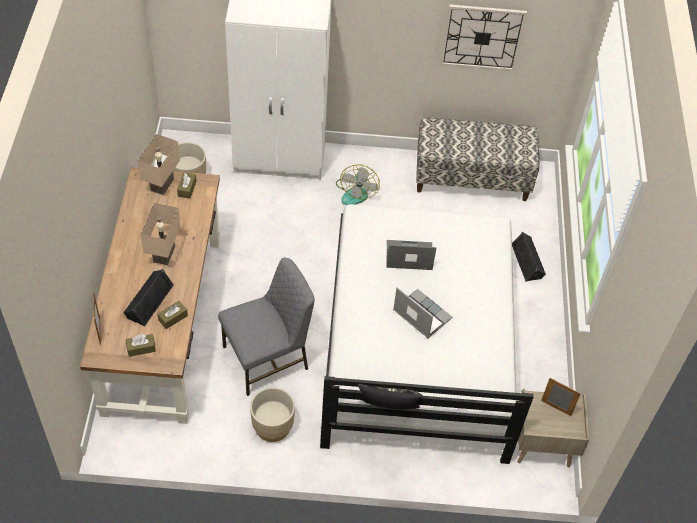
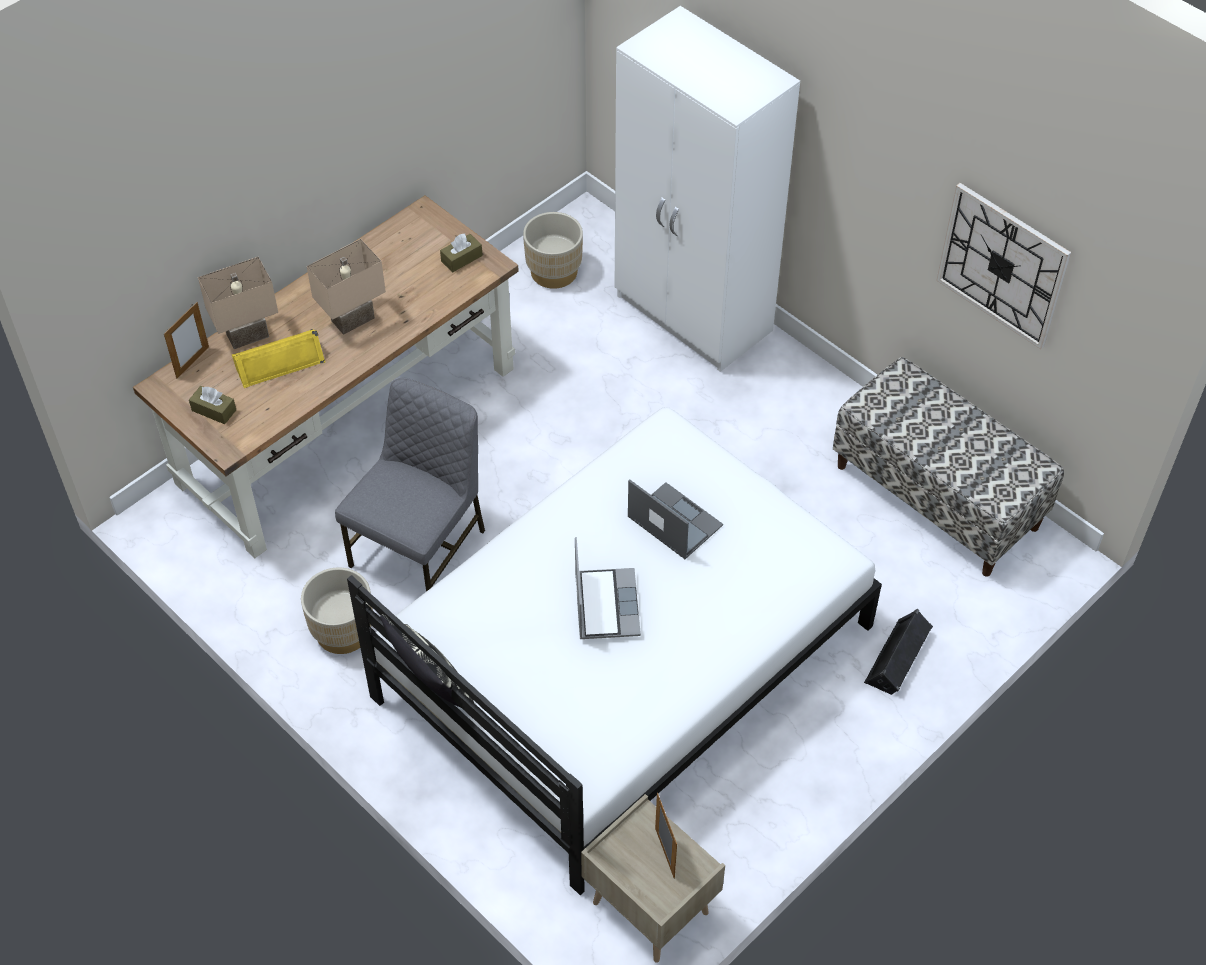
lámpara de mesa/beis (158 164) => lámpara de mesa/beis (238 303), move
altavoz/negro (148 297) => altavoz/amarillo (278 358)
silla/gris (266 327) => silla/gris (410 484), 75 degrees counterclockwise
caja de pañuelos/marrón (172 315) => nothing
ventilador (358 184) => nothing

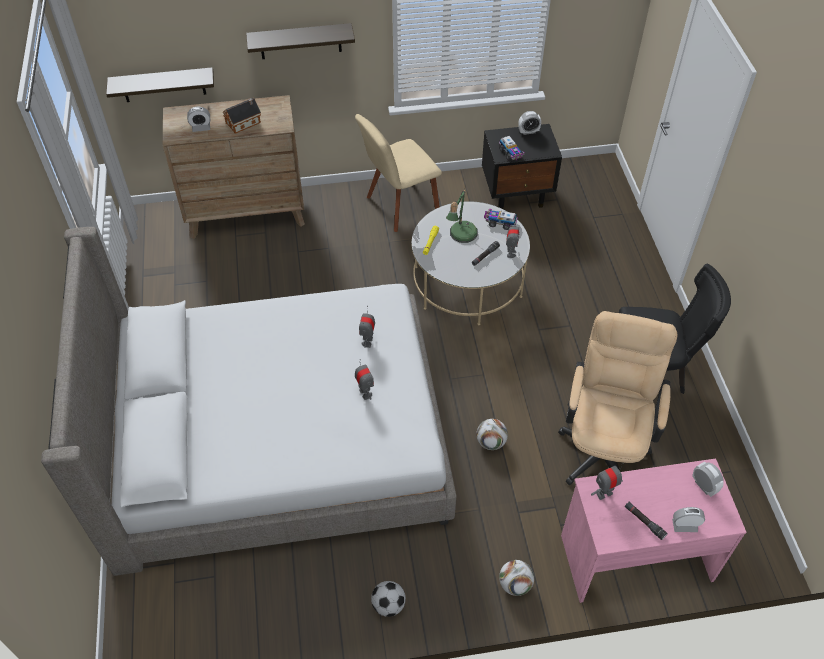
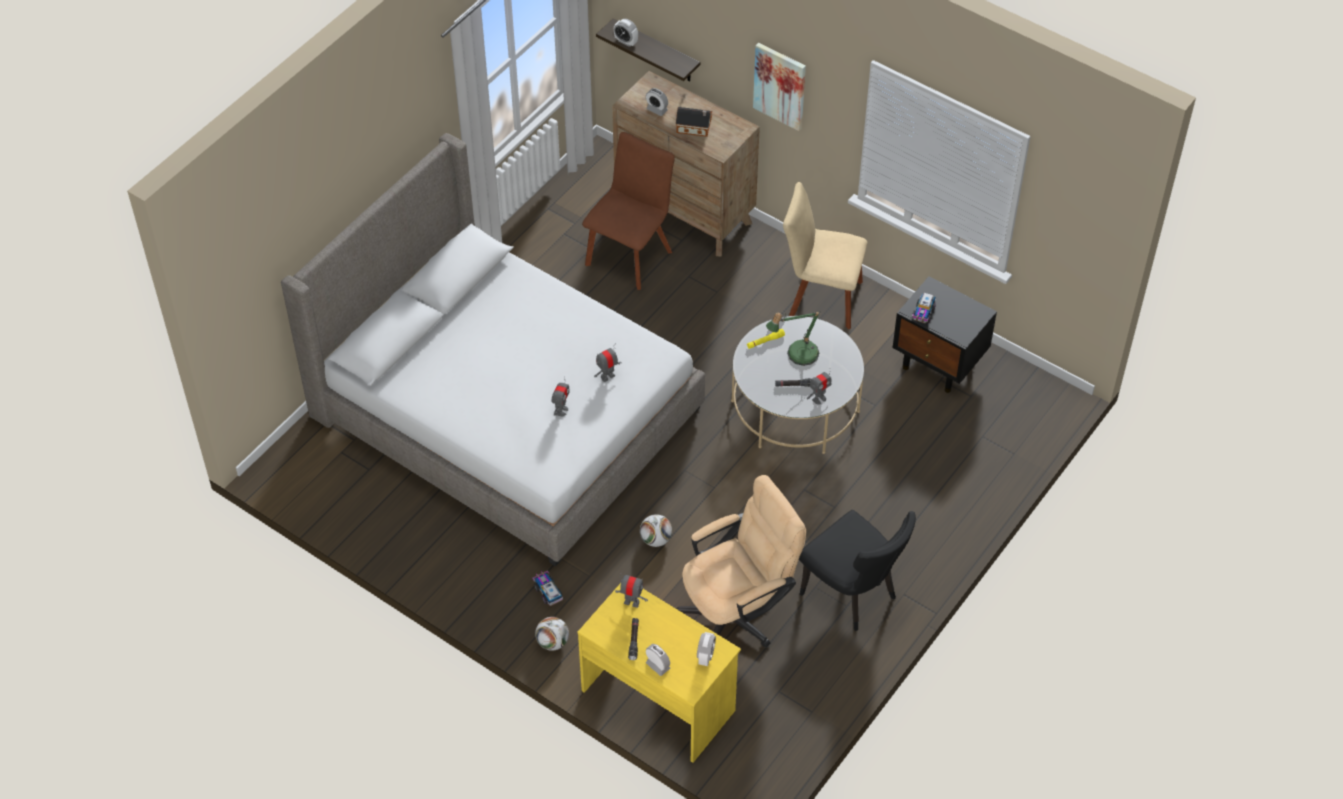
camión de juguete (501 219) => camión de juguete (547 588), move
escritorio/rosa (653 530) => escritorio/amarillo (659 673)
nothing => silla/marrón (628 211)
despertador (529 123) => despertador (626 33), move
estante (300 41) => cuadro (779 87)
balón de fútbol (388 599) => nothing

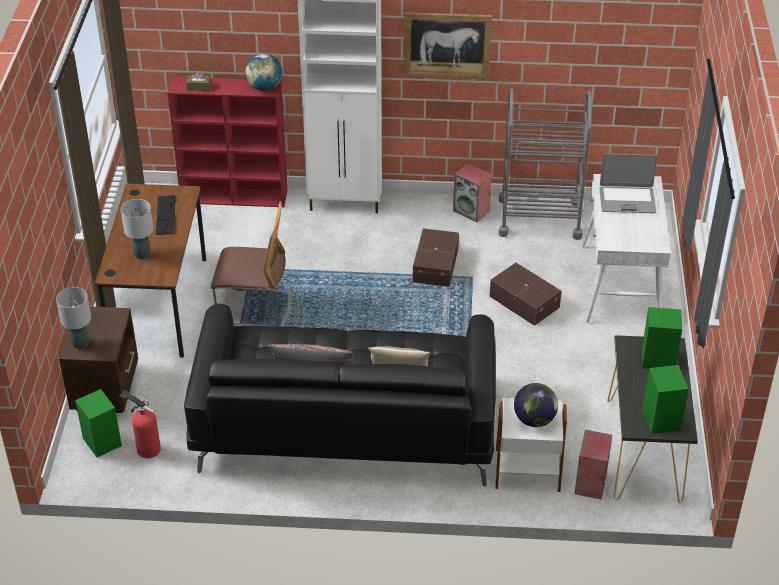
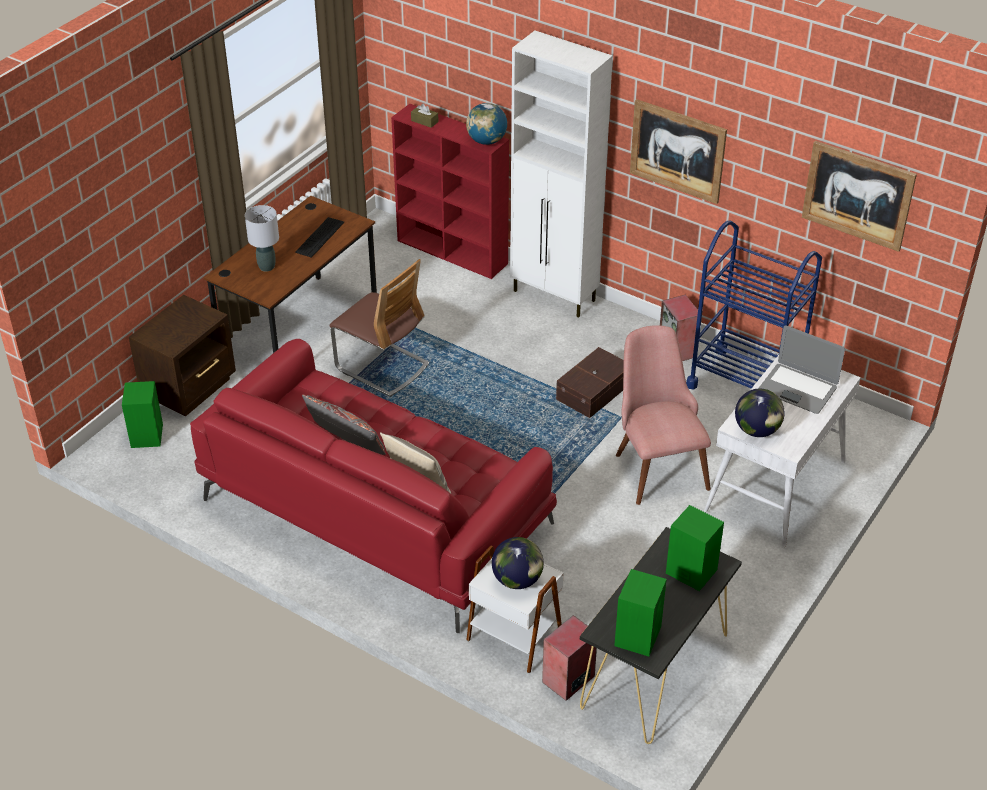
sofá/negro (340 395) => sofá/rojo (373 486)
caja de almacenaje/marrón (525 294) => silla/rosa (663 415)
carrito/gris (545 164) => carrito/azul (754 305)
nothing => globo terráqueo (760 413)
nothing => cuadro (859 196)
lámpara de mesa/gris (73 318) => nothing
extintor (140 424) => nothing

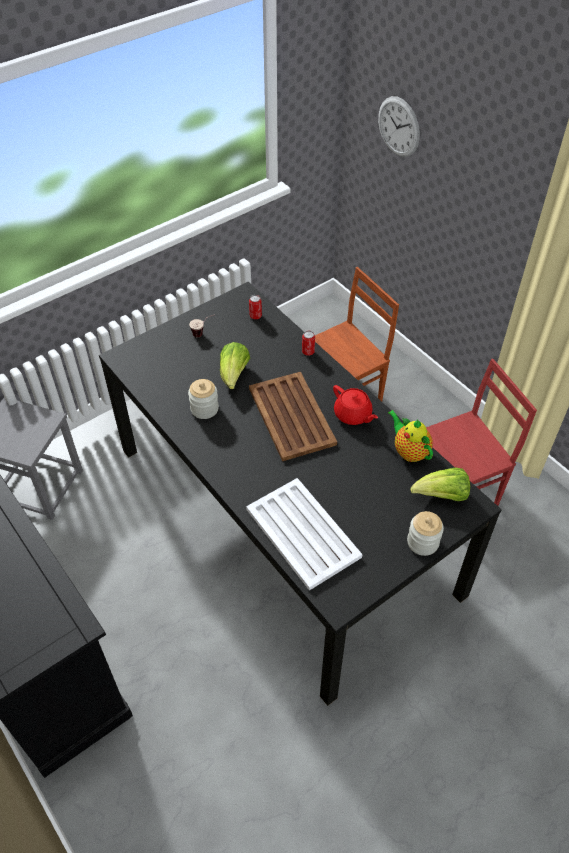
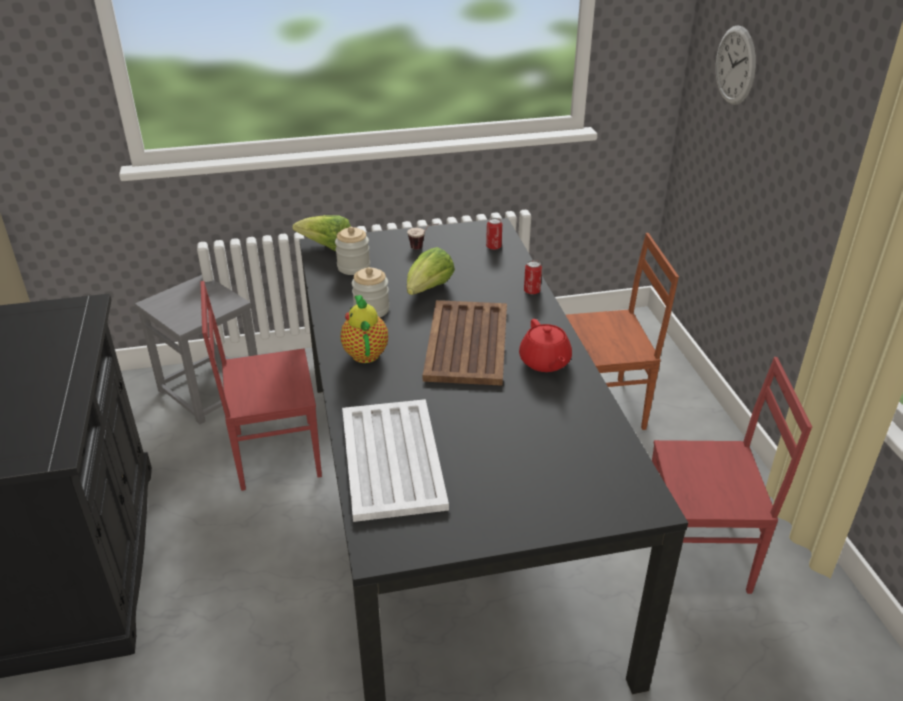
nothing => silla/rojo (261 386)
lechuga (440 484) => lechuga (321 233), move
tarro (425 533) => tarro (352 251), move
tetera (410 436) => tetera (364 329), move

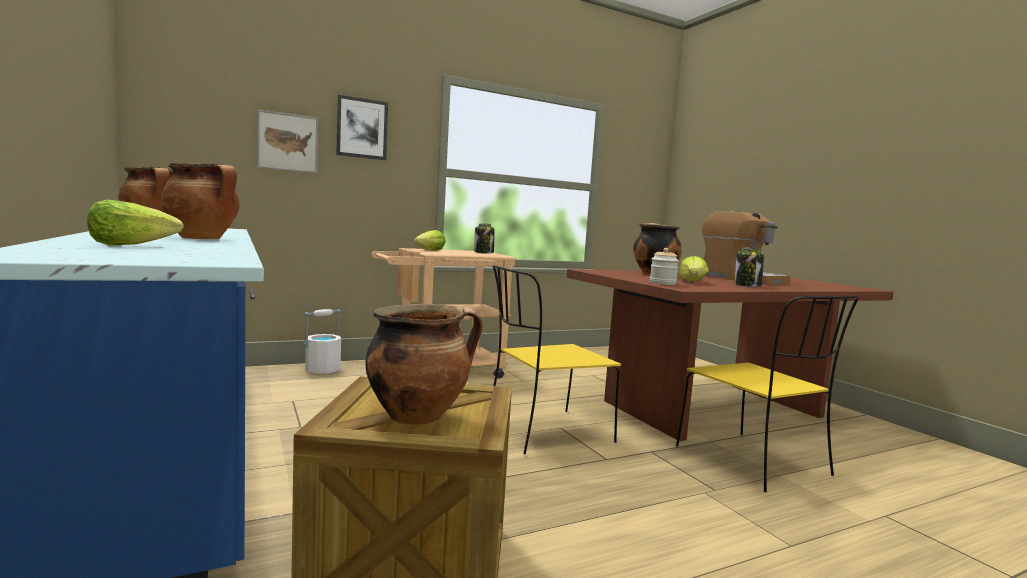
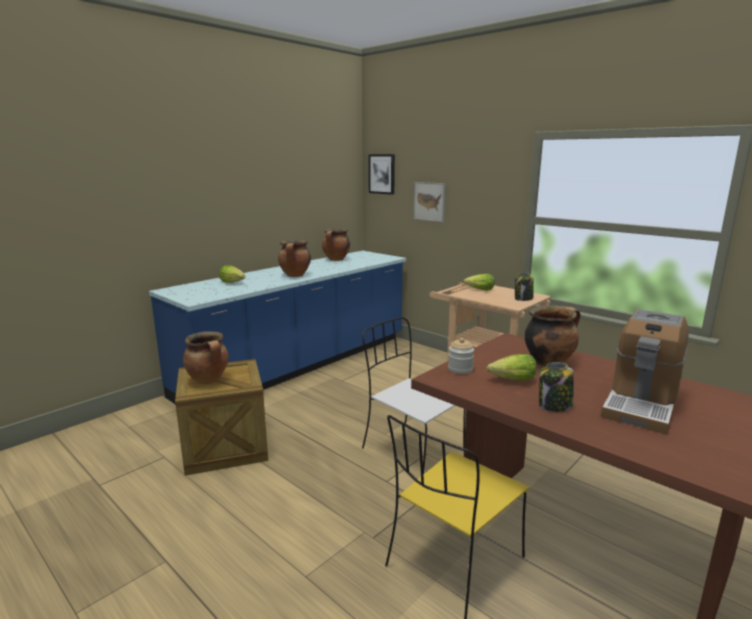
silla/amarillo (557 360) => silla/blanco (414 396)
cuadro (362 127) => cuadro (381 174), move
cubo/blanco (322 341) => nothing

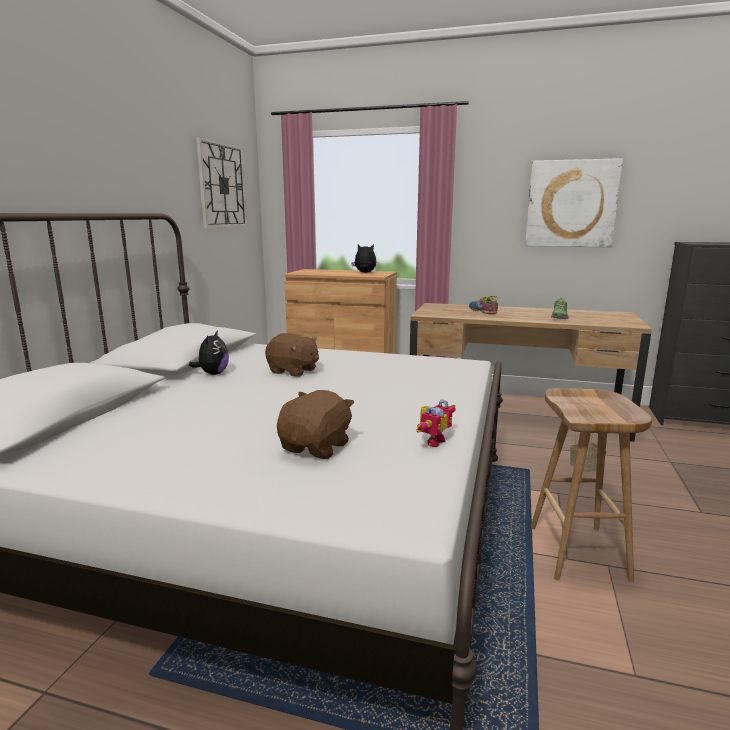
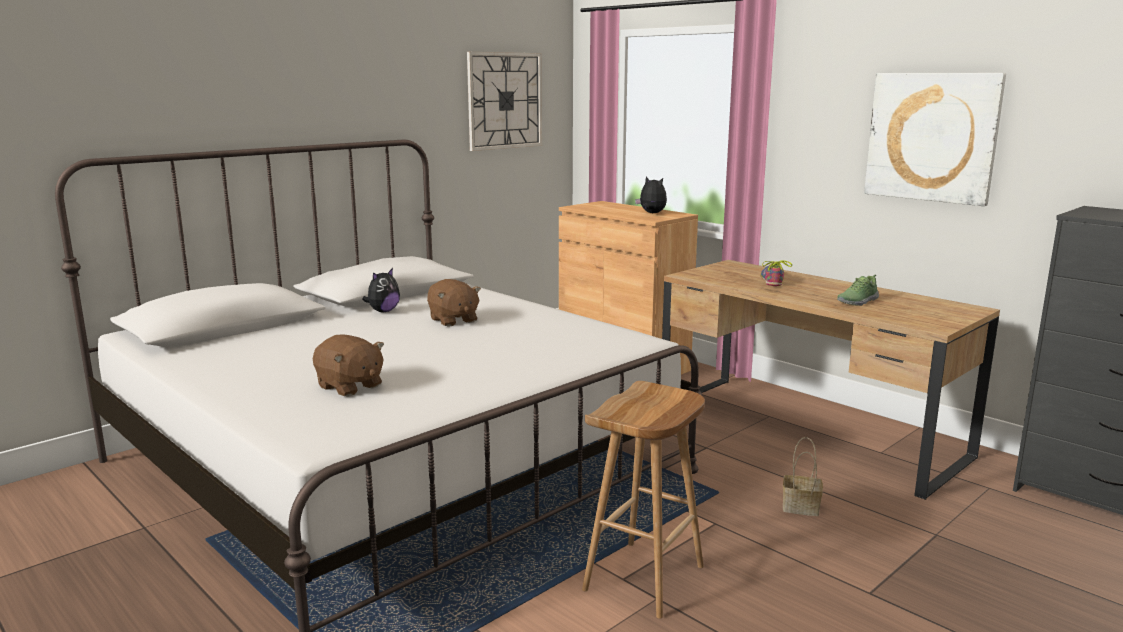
peluche/marrón (315 424) => peluche/marrón (348 365), 75 degrees clockwise
robot de juguete (436 423) => nothing

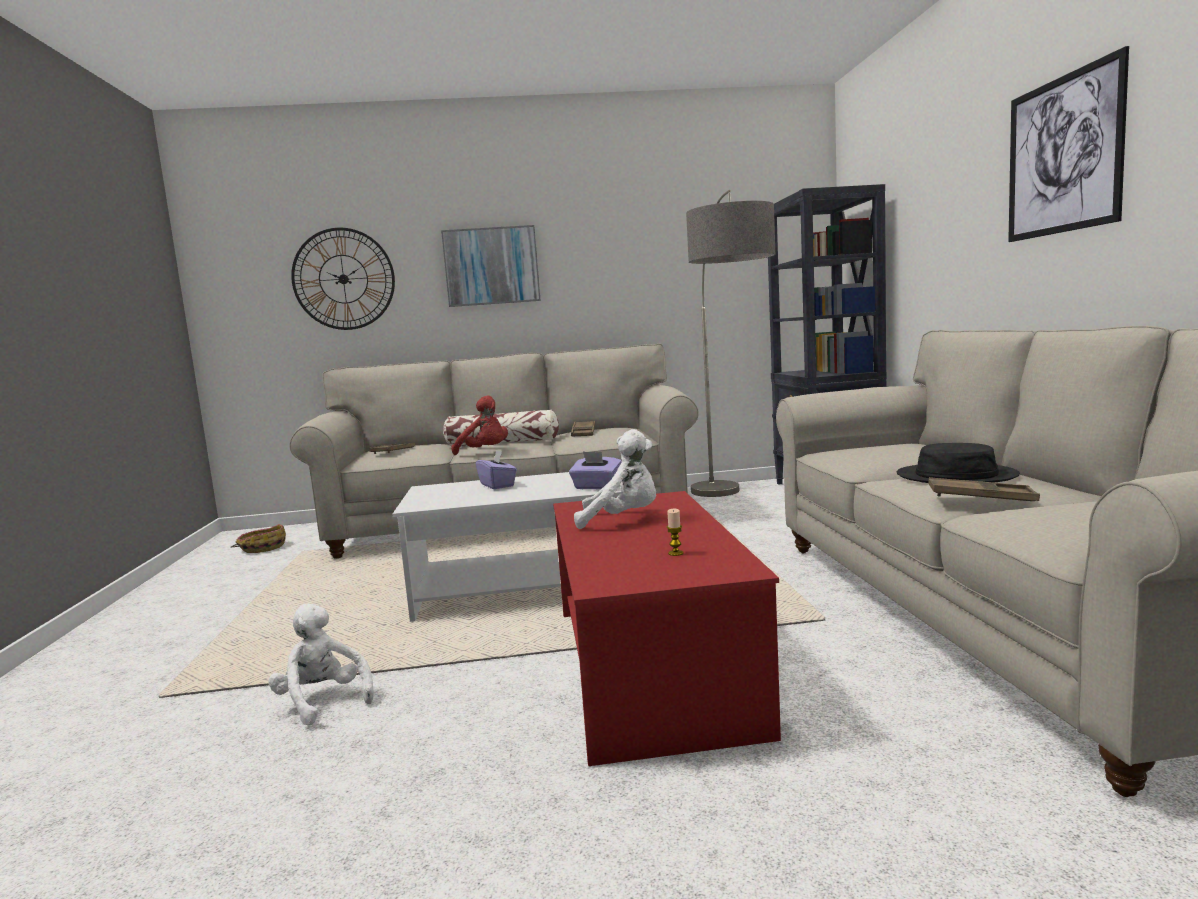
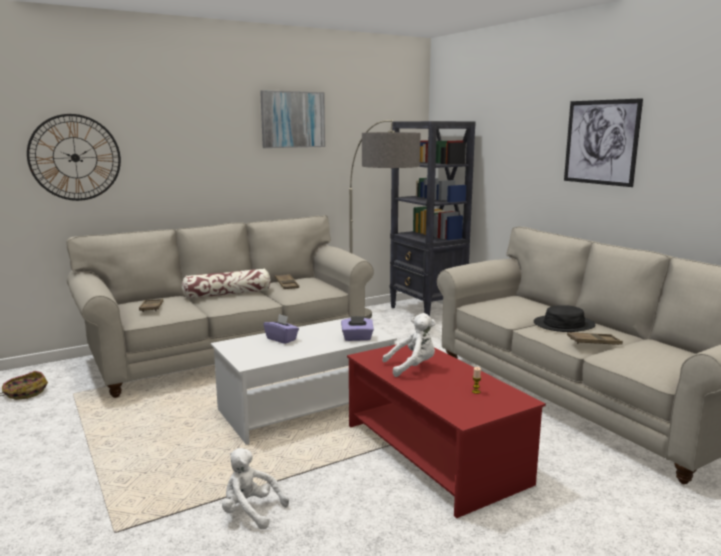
cuadro (491 266) => cuadro (292 119), move
peluche/rojo (479 425) => nothing

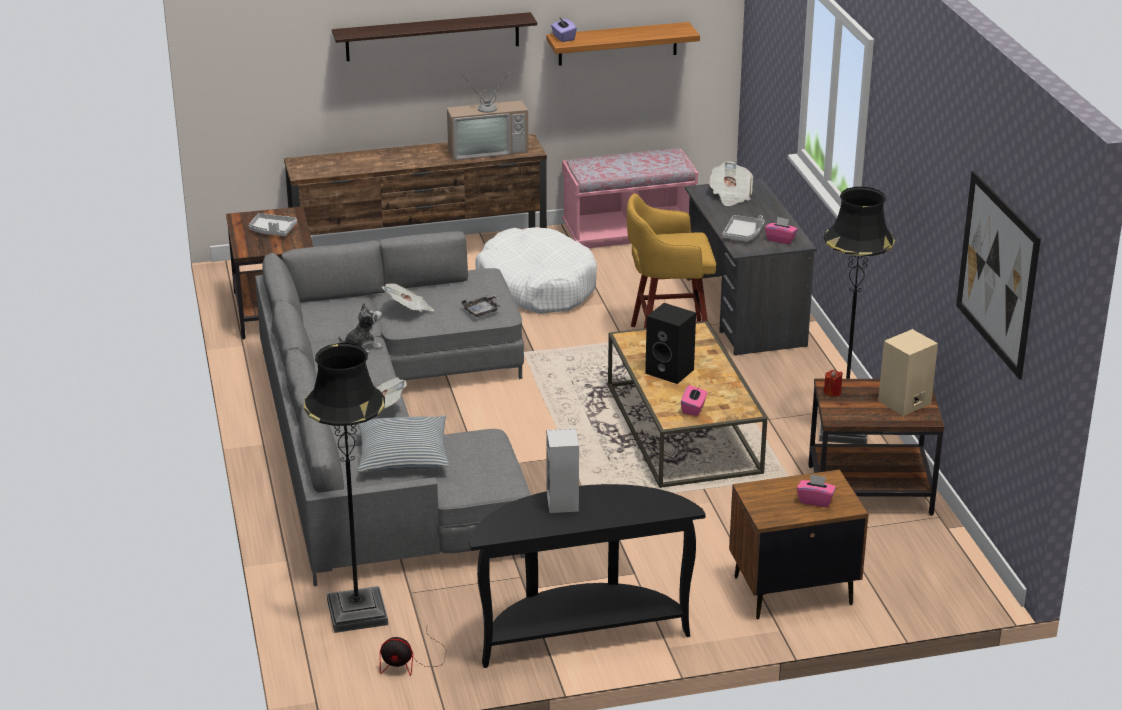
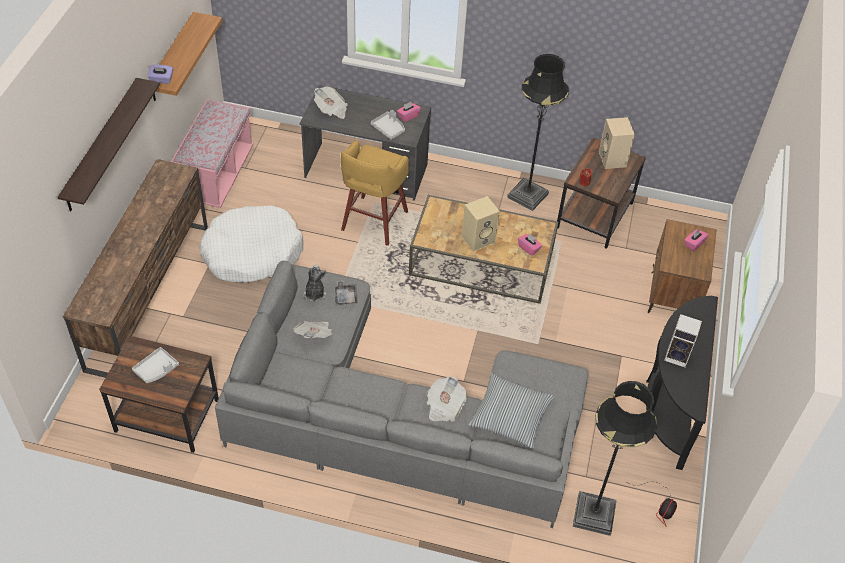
peluche (360 328) => peluche (315 283), move
altavoz/negro (670 343) => altavoz/beis (481 224)
televisor (488 115) => nothing
cuadro (998 275) => nothing

